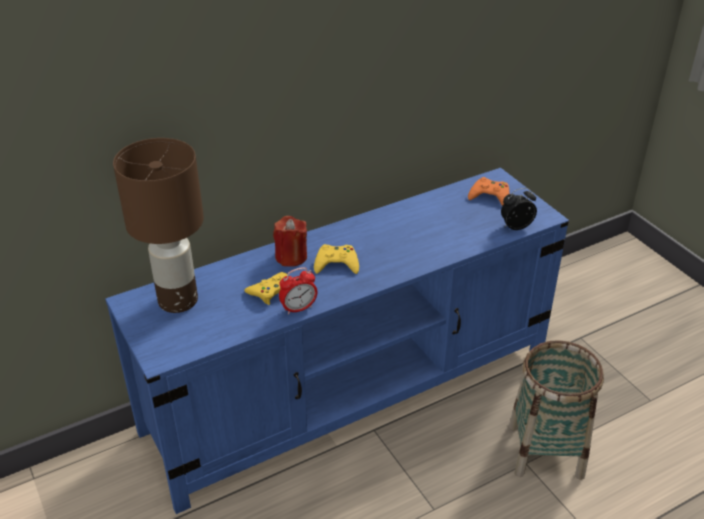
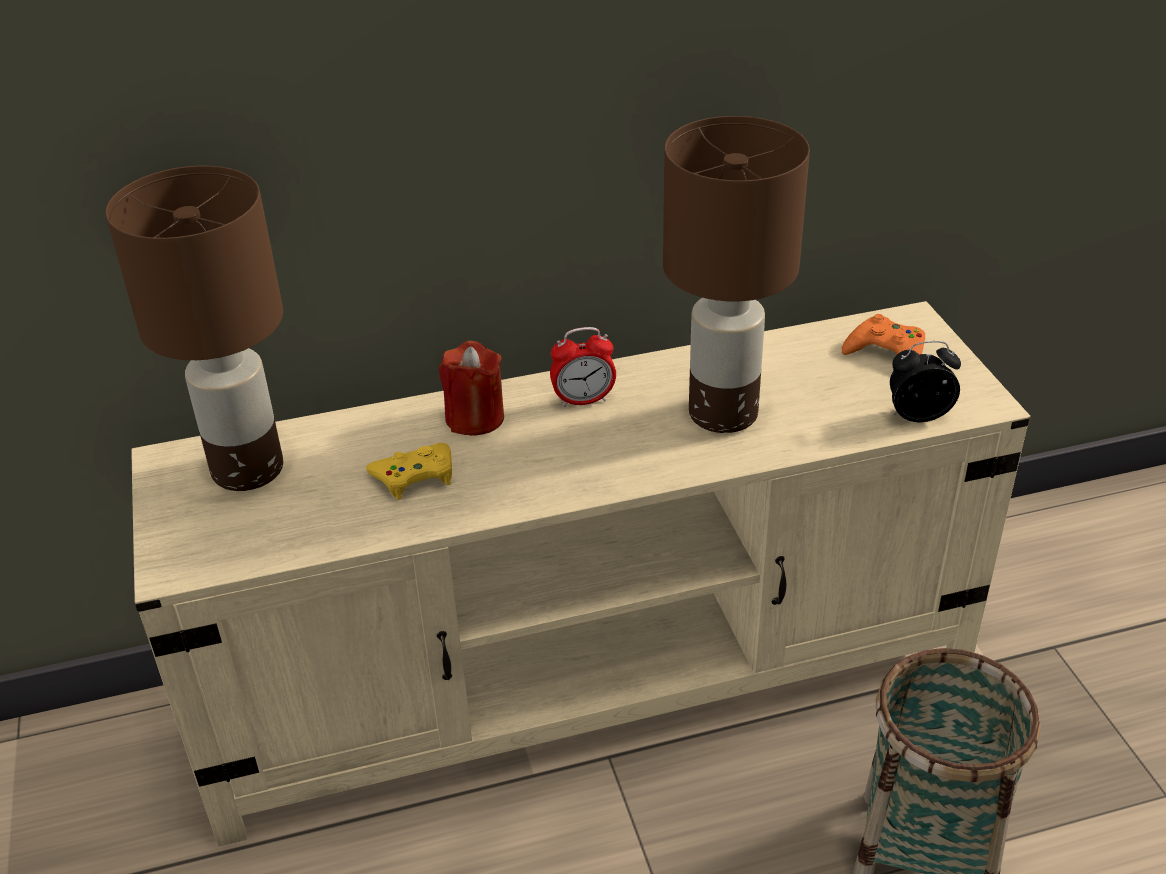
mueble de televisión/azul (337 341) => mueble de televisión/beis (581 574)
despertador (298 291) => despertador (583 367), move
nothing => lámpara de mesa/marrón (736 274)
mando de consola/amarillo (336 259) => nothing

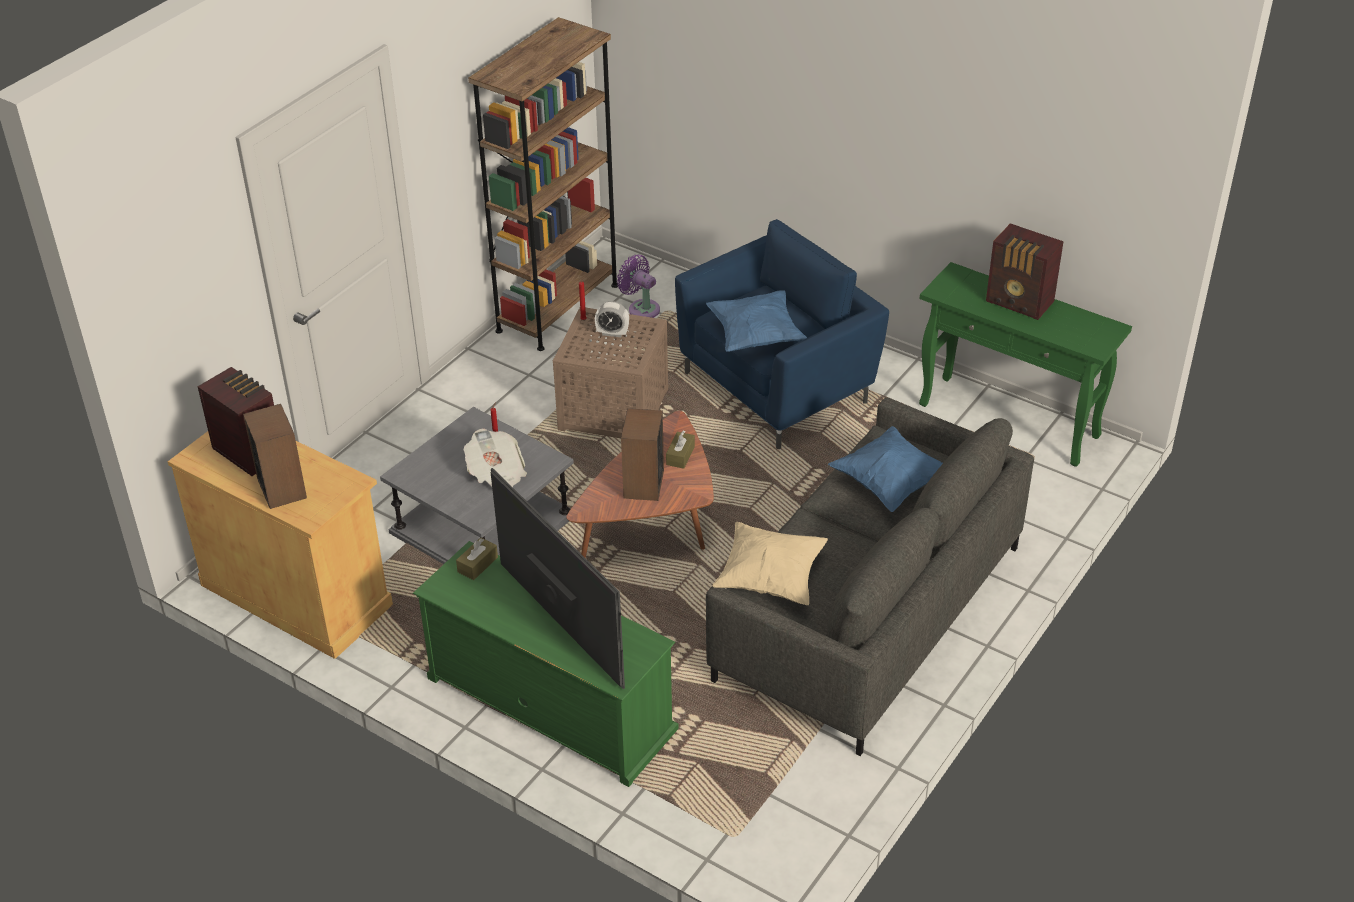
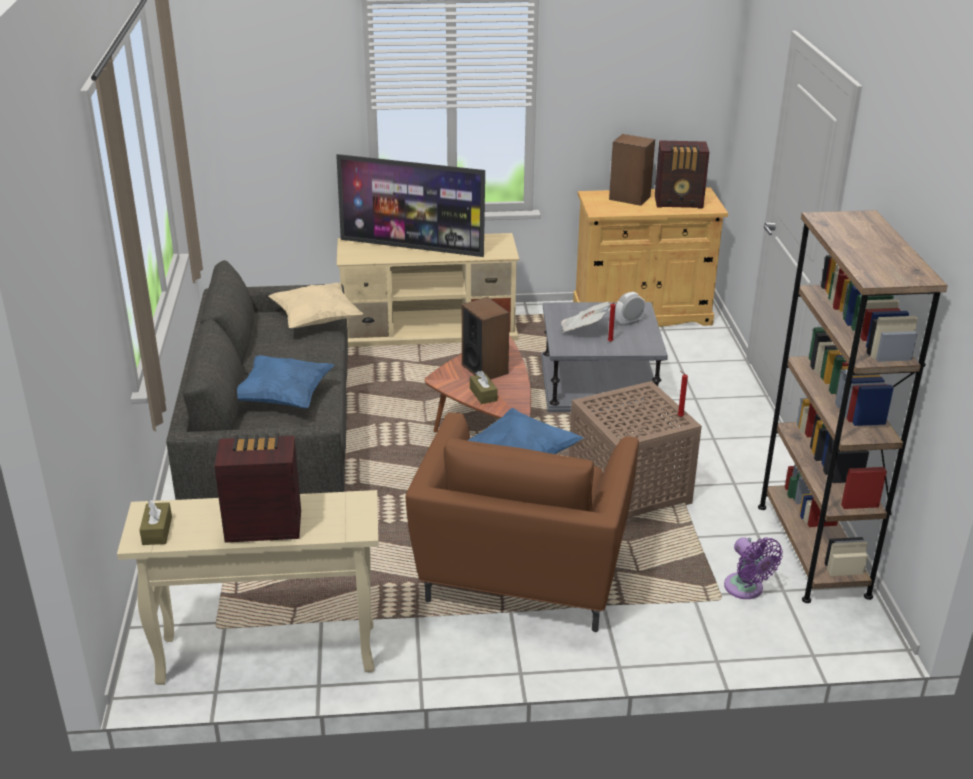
mesa consola/verde (1025 364) => mesa consola/beis (248 587)
caja de pañuelos/marrón (477 558) => caja de pañuelos/marrón (155 522), move
mueble de televisión/verde (546 664) => mueble de televisión/beis (428 290)
sillón/azul (782 334) => sillón/marrón (522 522)
despertador (612 319) => despertador (630 309), move
ventilador/morado (638 286) => ventilador/morado (753 568), 60 degrees clockwise

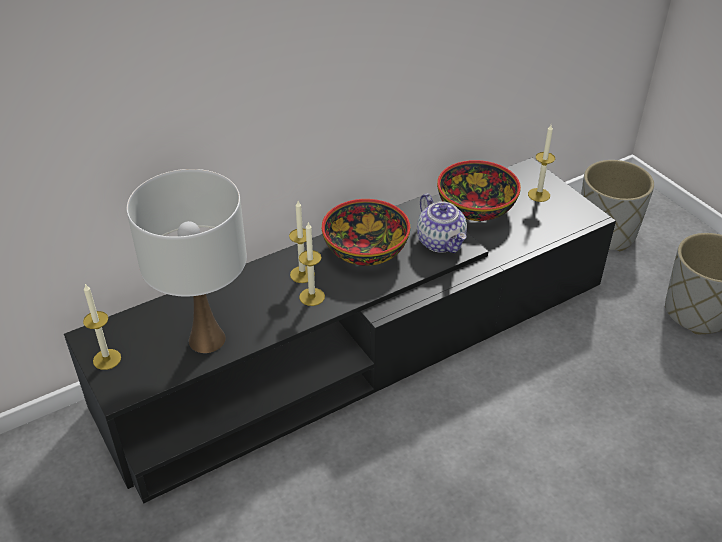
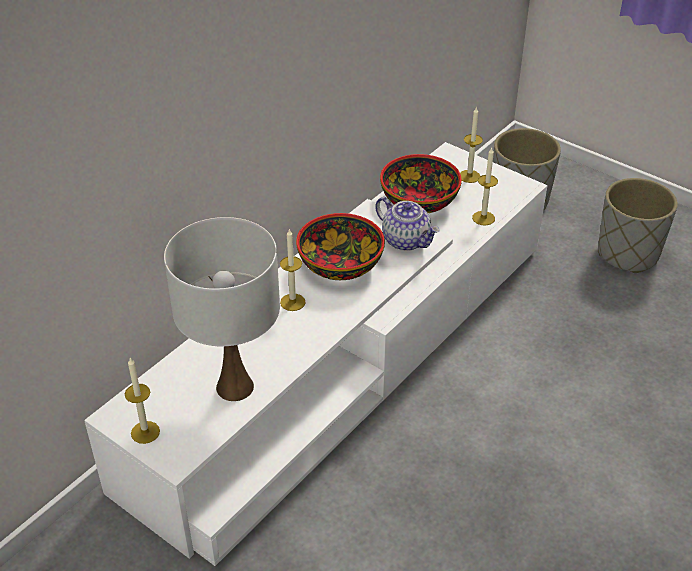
mueble de televisión/negro (340 330) => mueble de televisión/blanco (316 354)
vela (312 264) => vela (485 187), move

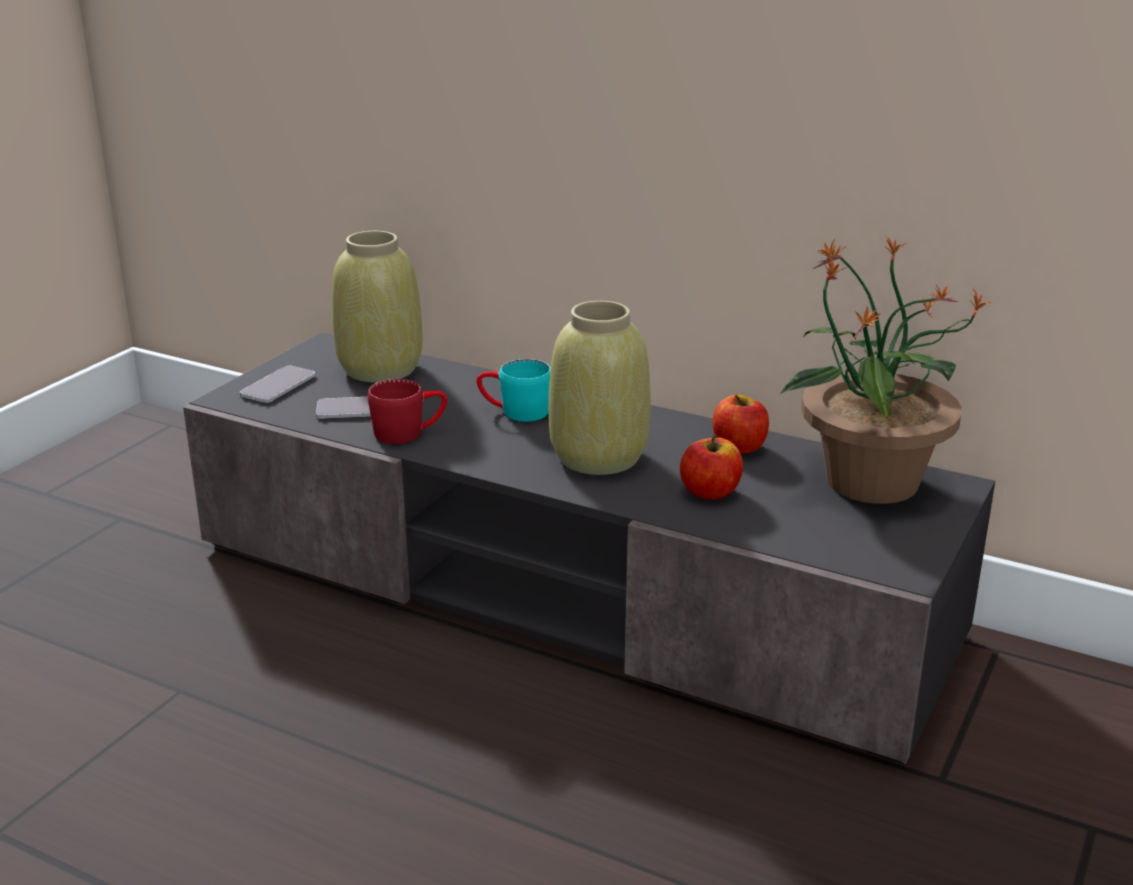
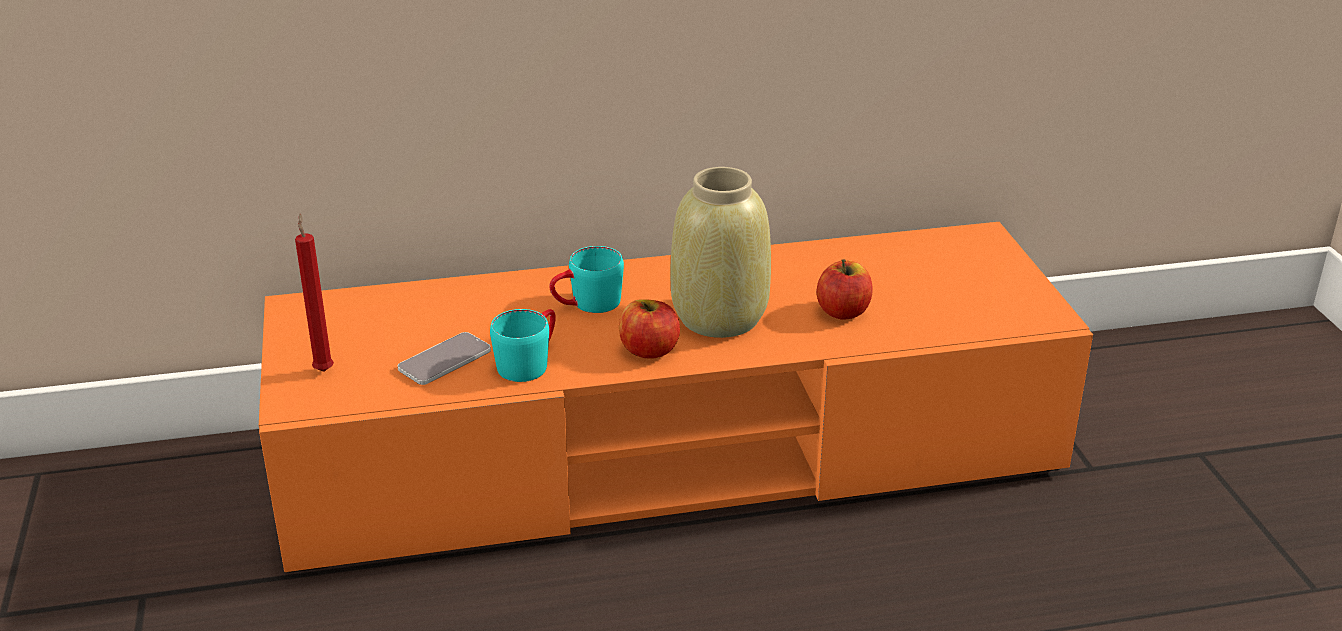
mueble de televisión/gris (589 548) => mueble de televisión/naranja (676 397)
móvil (277 384) => vela/rojo (314 292)
taza grande/rojo (407 411) => taza grande/turquesa (523 345)
manzana (740 423) => manzana (649 329), move
florero/beis (377 307) => nothing
planta en maceta (885 369) => nothing

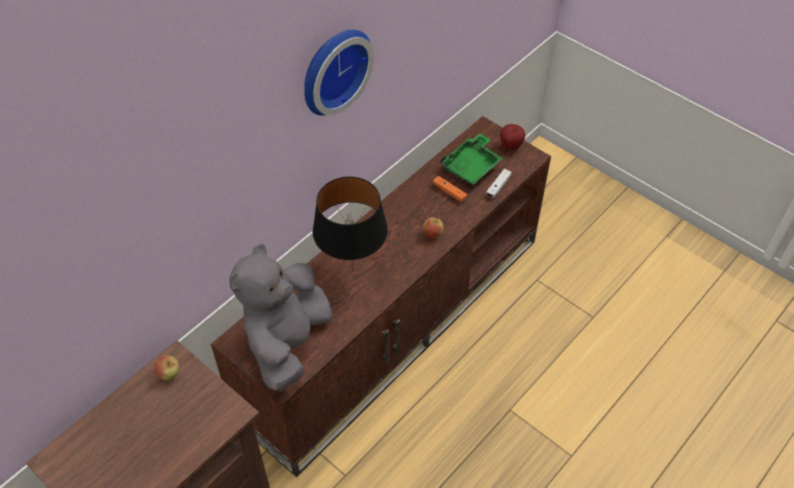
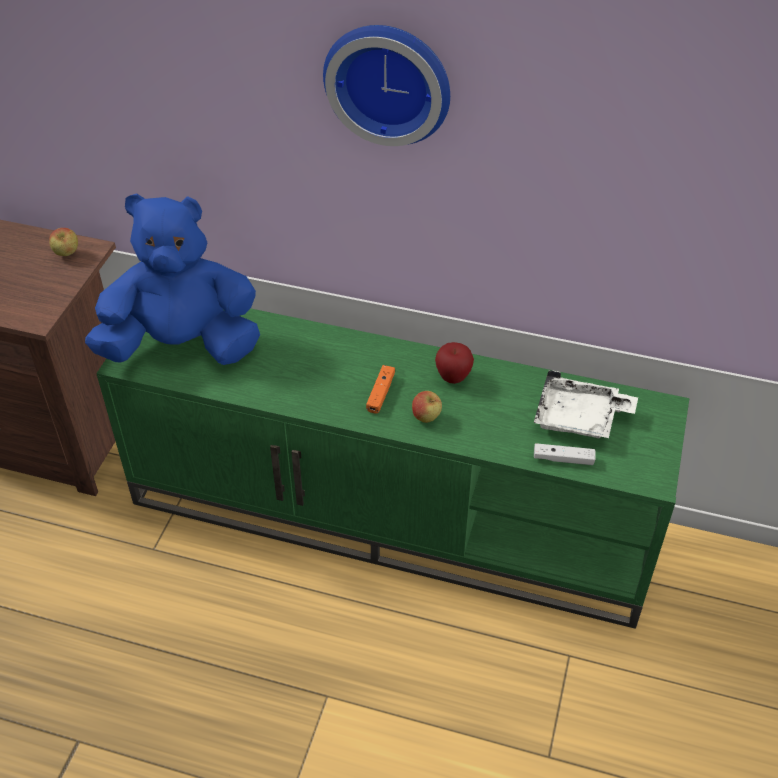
peluche/gris (281 317) => peluche/azul (172 279)
mueble de televisión/marrón (381 296) => mueble de televisión/verde (392 468)
mando de consola/naranja (450 189) => mando de consola/naranja (380 389), move
manzana (513 137) => manzana (454 363), move
bandeja/verde (471 159) => bandeja/blanco (586 404)
lámpara de mesa/negro (350 224) => nothing

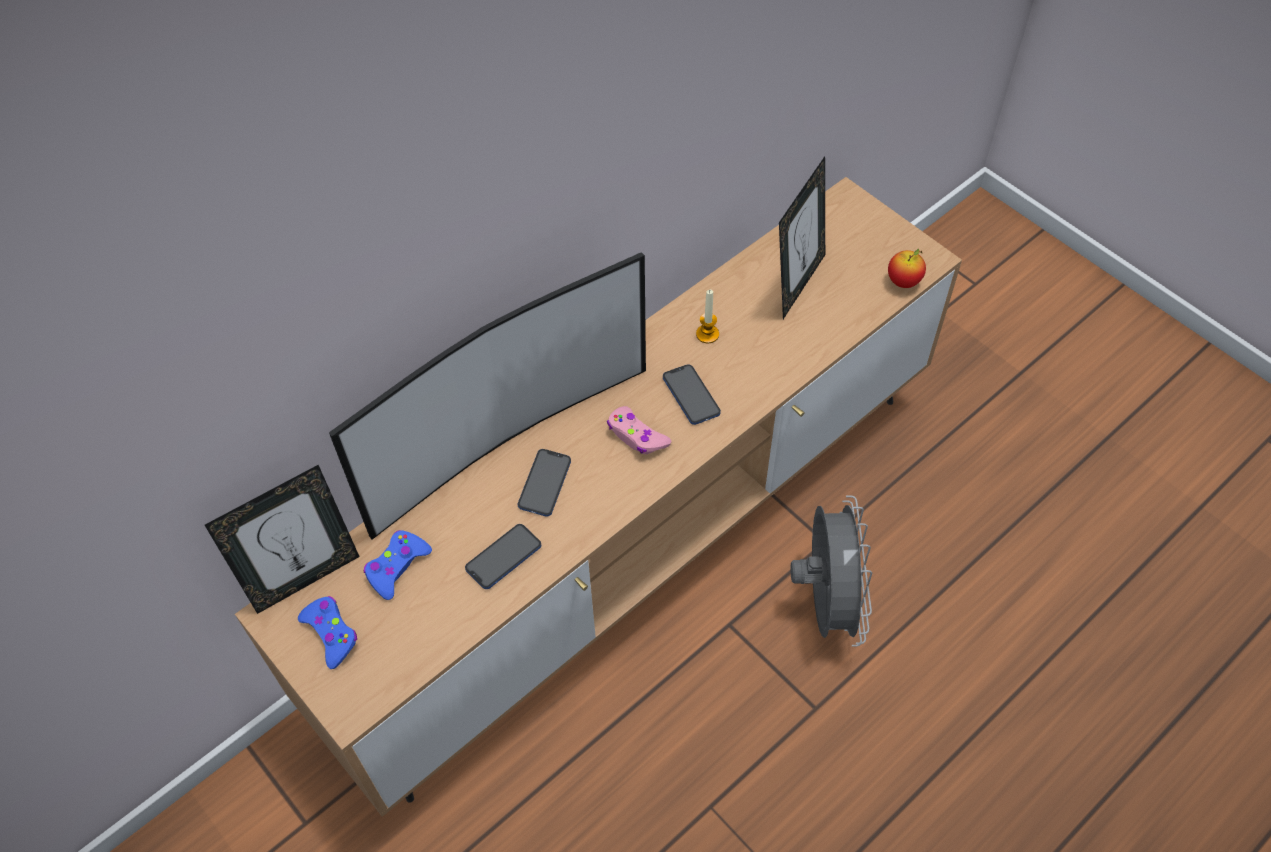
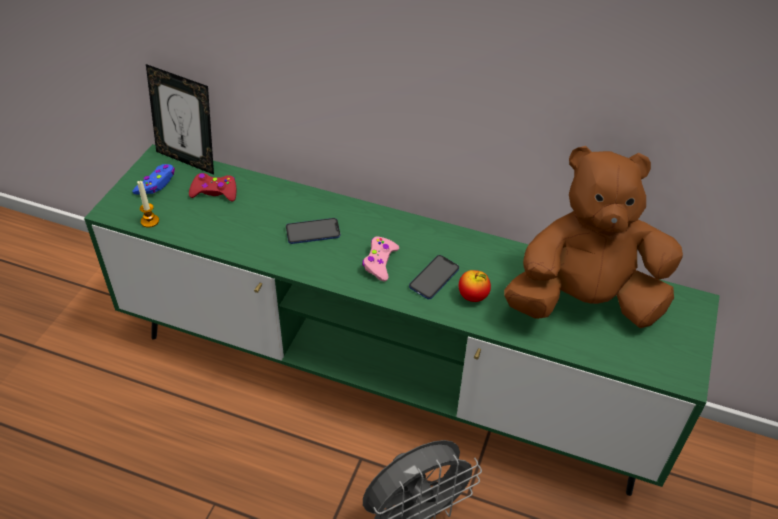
mueble de televisión/marrón (598 497) => mueble de televisión/verde (402 320)
vela (707 316) => vela (148 204), move
mando de consola/azul (398 565) => mando de consola/rojo (212 187)
manzana (907 268) => manzana (475 286), move
portarretratos (802 237) => peluche/marrón (593 237)
televisor (487 396) => nothing
móvil (503 556) => nothing

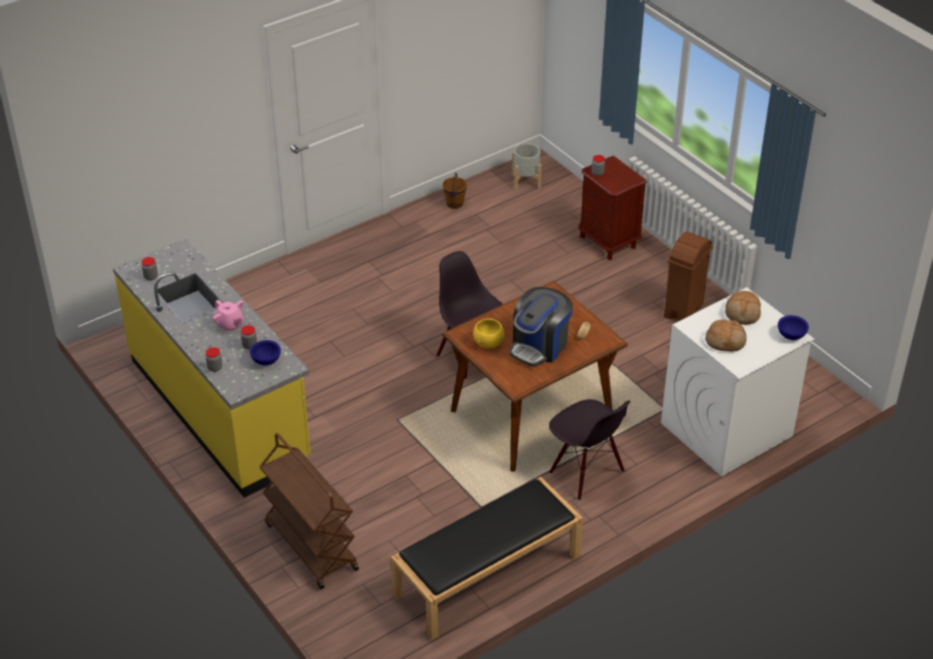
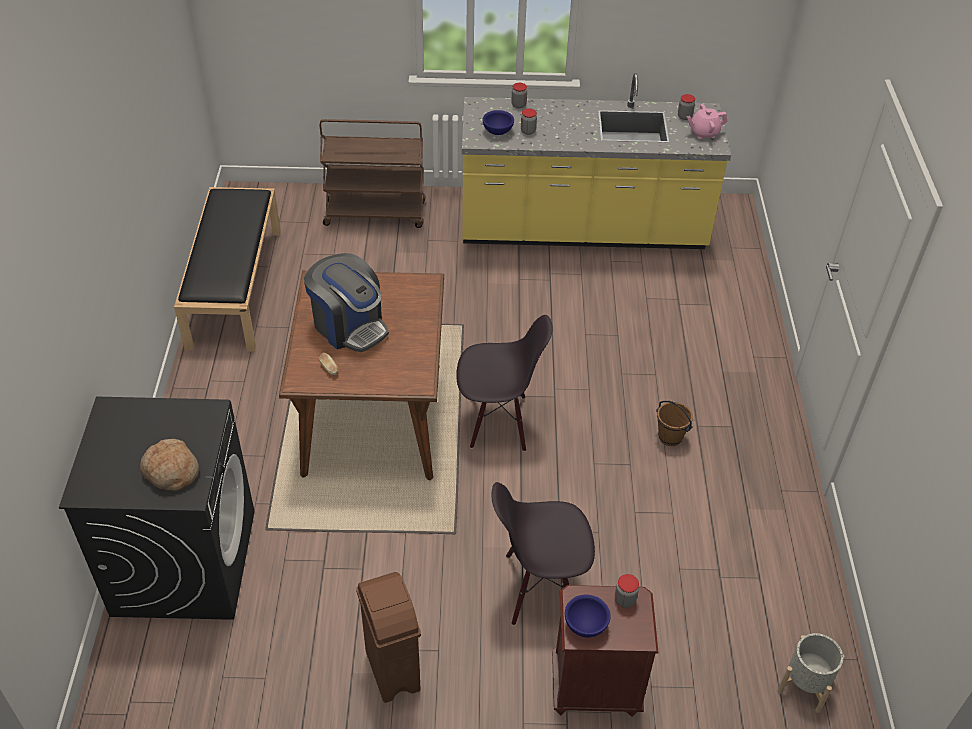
lavadora/blanco (737 381) => lavadora/negro (157 508)
cafetera (541 326) => cafetera (346 302), 150 degrees clockwise
silla/negro (590 450) => silla/negro (543 554), move
cuenco/azul (793 327) => cuenco/azul (588 615), move
cubo/marrón (454 191) => cubo/marrón (674 423), move
tetera/rosa (228 316) => tetera/rosa (707 121), move
cuenco/amarillo (489 333) => nothing
pan (726 335) => nothing

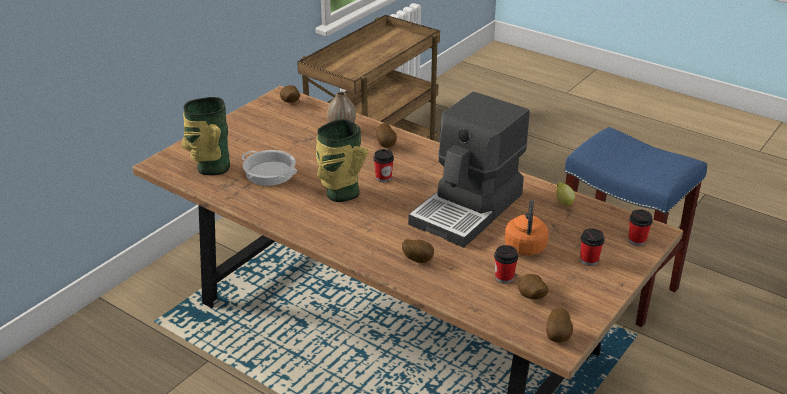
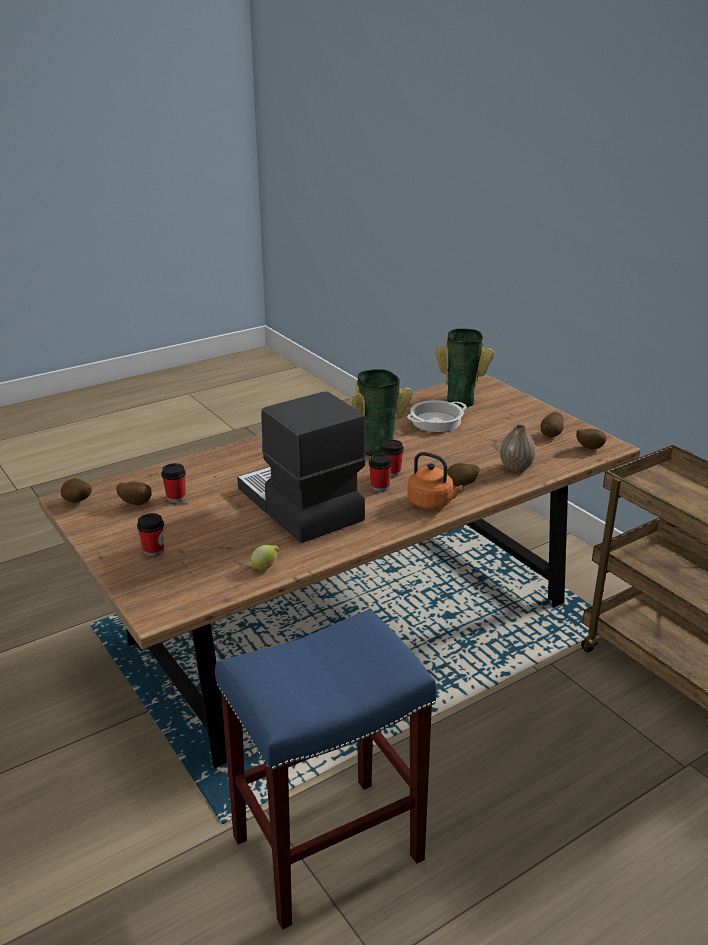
taza (640 227) => taza (380 472), move
hervidor/naranja (527 227) => hervidor/naranja (435 480), move
patata (418 251) => patata (552 424), move

